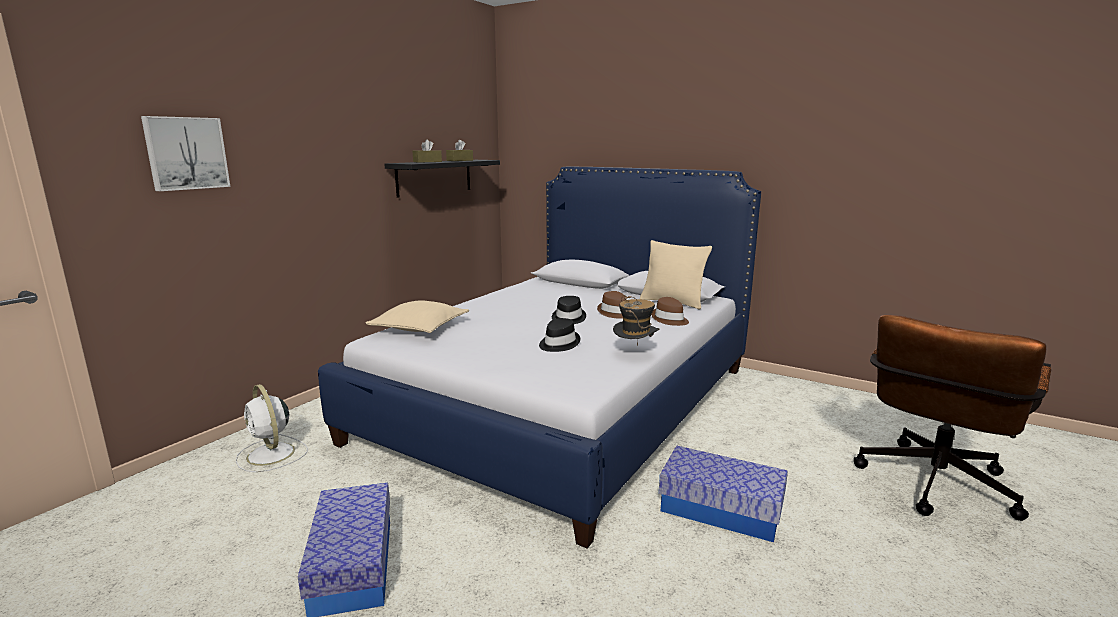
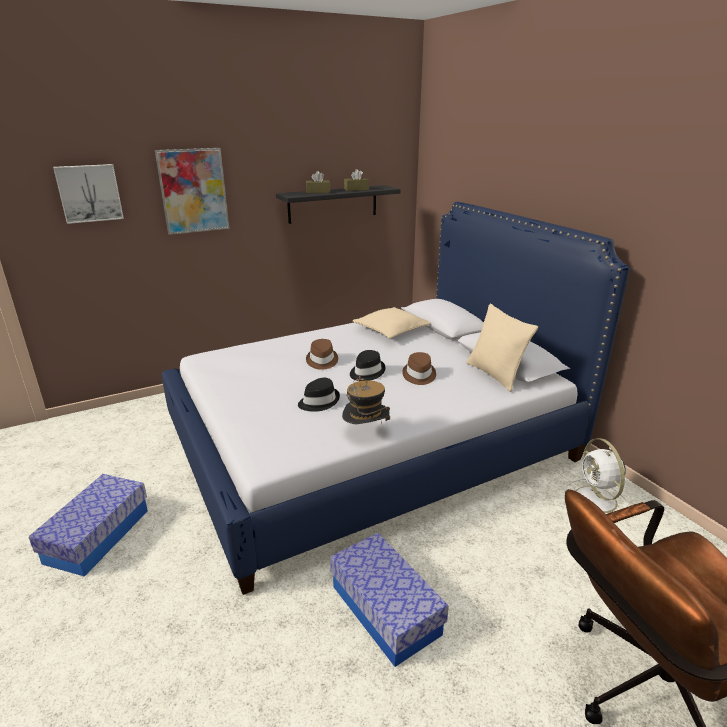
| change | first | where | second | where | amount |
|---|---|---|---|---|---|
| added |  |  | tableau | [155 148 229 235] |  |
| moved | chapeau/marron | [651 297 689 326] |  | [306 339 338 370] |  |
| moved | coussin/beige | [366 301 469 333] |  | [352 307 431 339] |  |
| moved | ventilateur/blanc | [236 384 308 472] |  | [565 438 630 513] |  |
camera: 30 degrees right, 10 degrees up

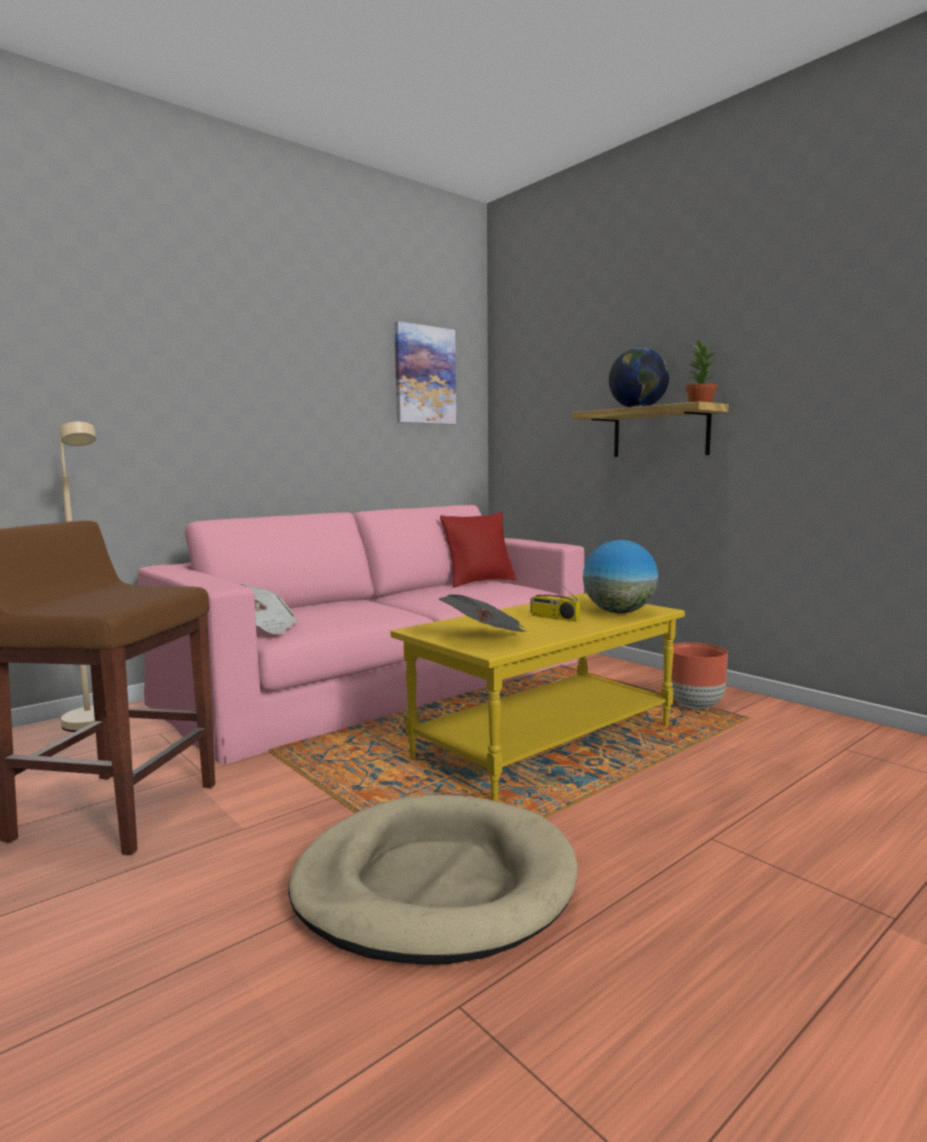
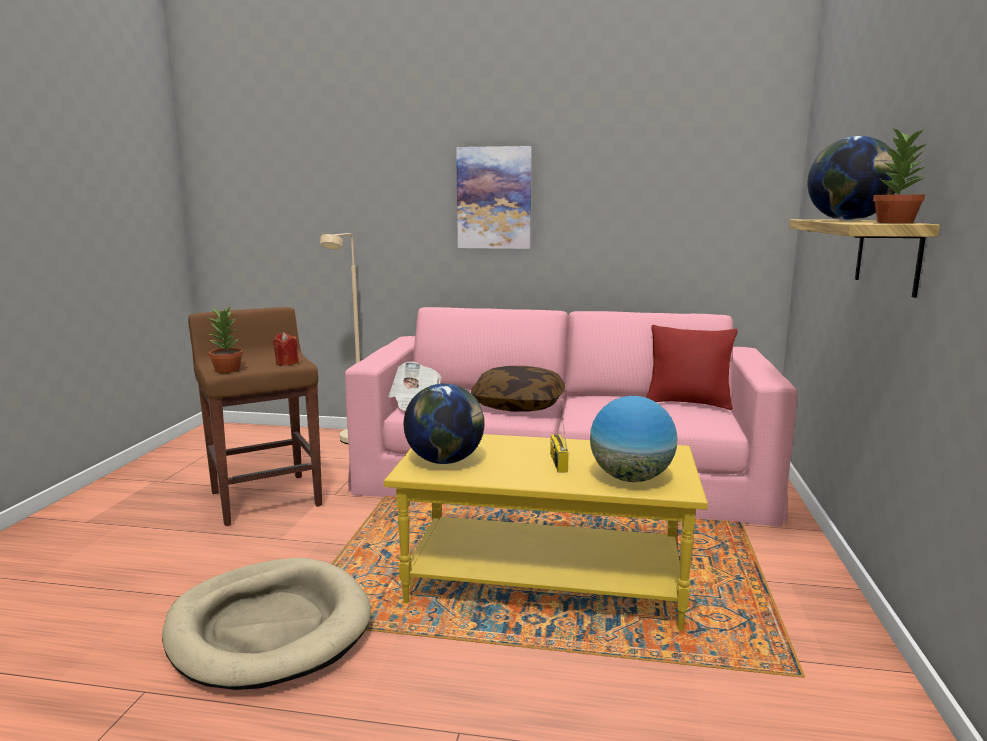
| change | first | where | second | where | amount |
|---|---|---|---|---|---|
| added |  |  | plante en pot | [208 305 243 373] |  |
| added |  |  | bougie/rouge | [273 332 299 366] |  |
| replaced | journal | [439 594 525 632] | globe | [404 383 484 464] |  |
| moved | tableau | [395 321 456 425] |  | [456 146 532 249] |  |
| added |  |  | coussin | [471 366 565 412] |  |
| removed | cache-pot/marron | [671 642 728 709] |  |  |  |
camera: 50 degrees right, 5 degrees up

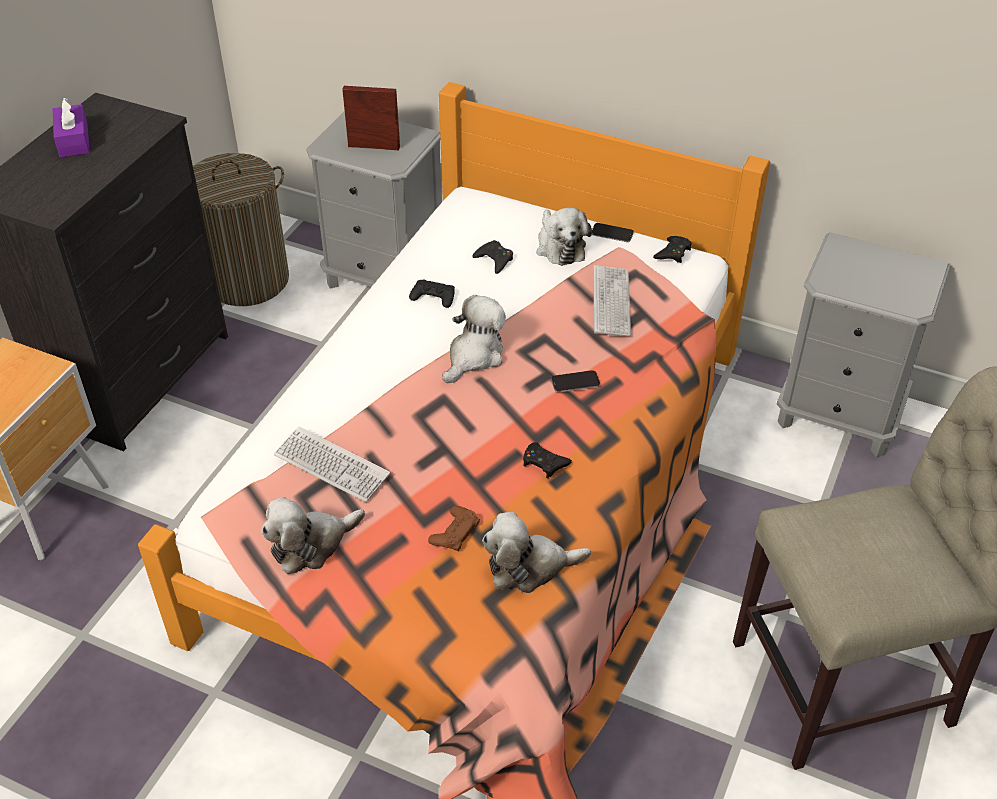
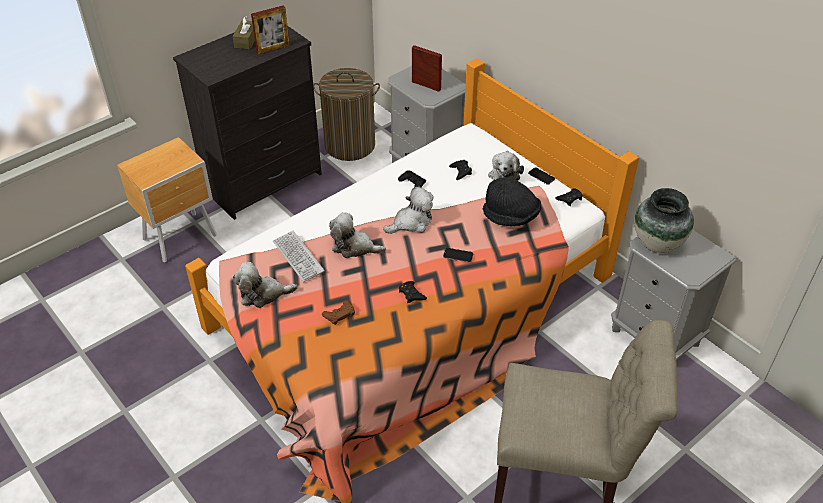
| change | first | where | second | where | amount |
|---|---|---|---|---|---|
| recoloured | boîte à mouchoirs/violet | [53 98 90 158] | boîte à mouchoirs/marron | [233 16 255 49] |  |
| added |  |  | cadre photo | [251 5 290 55] |  |
| moved | peluche | [482 512 591 593] |  | [329 212 386 258] |  |
| replaced | clavier | [593 265 631 336] | chapeau/noir | [483 177 541 226] |  |
| added |  |  | vase | [634 188 694 253] |  |
camera: 25 degrees right, 0 degrees up

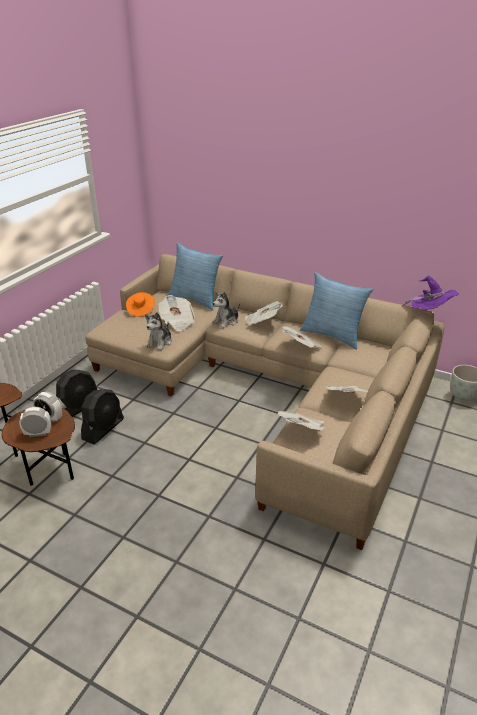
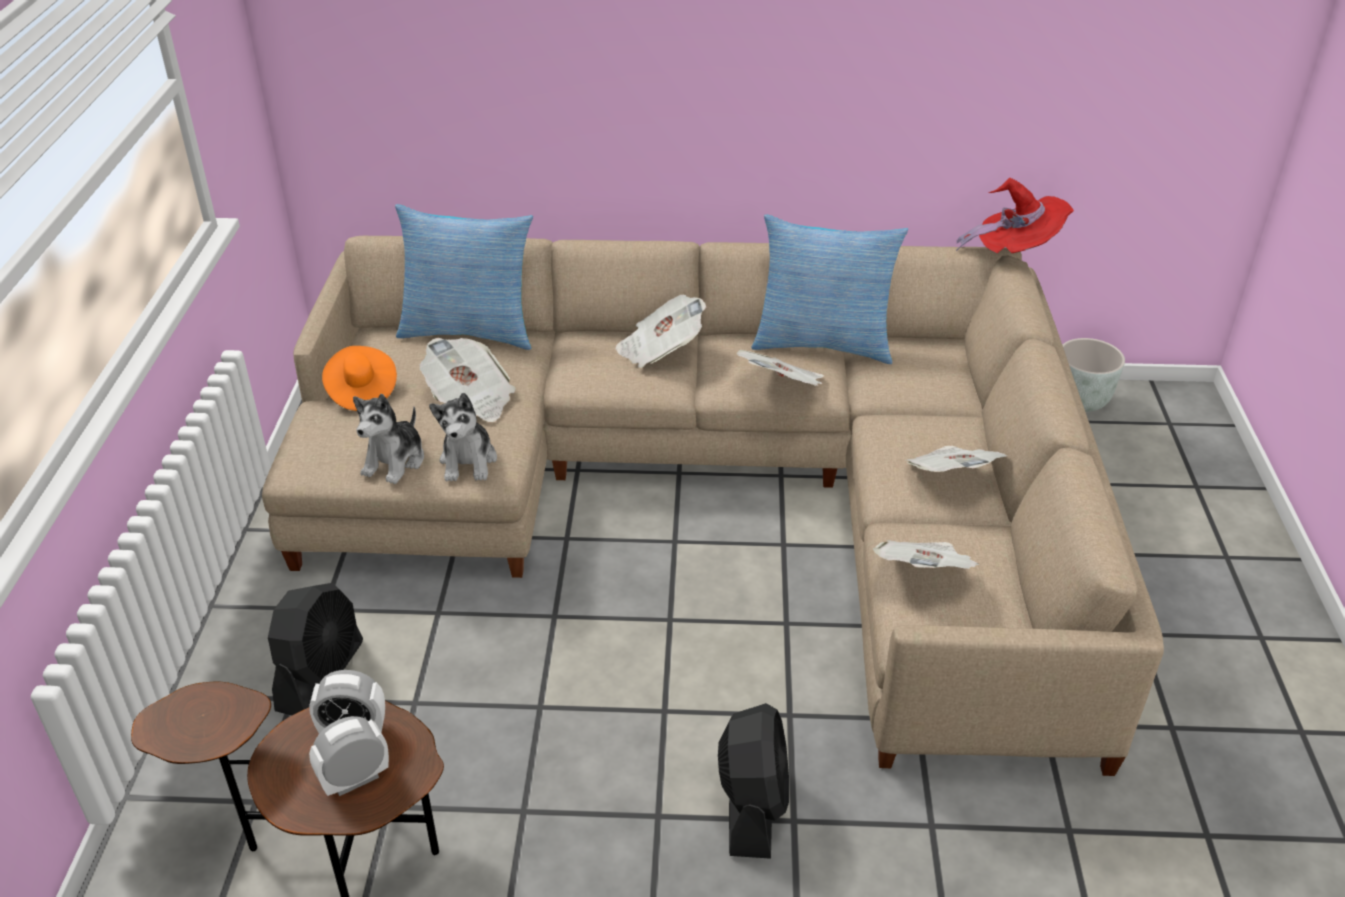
| change | first | where | second | where | amount |
|---|---|---|---|---|---|
| moved | peluche | [212 292 240 328] |  | [353 394 424 484] |  |
| moved | ventilateur/noir | [81 389 124 444] |  | [718 703 789 859] |  |
| recoloured | chapeau/violet | [403 275 459 310] | chapeau/rouge | [956 178 1074 254] |  |
camera: 25 degrees left, 5 degrees up

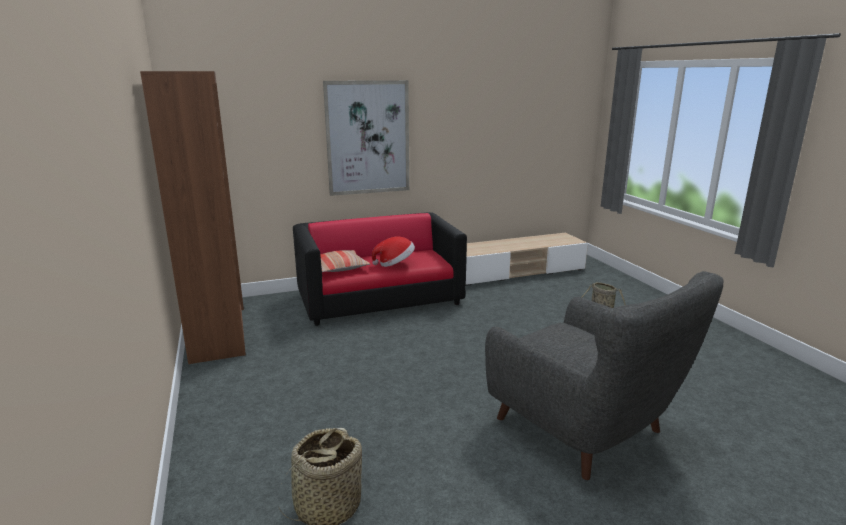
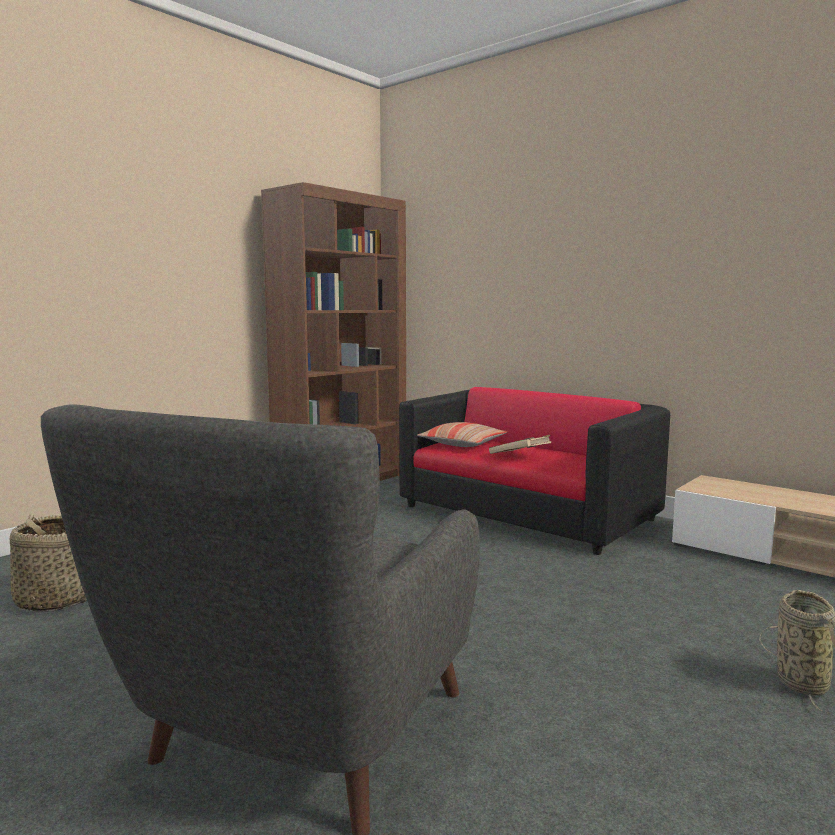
| change | first | where | second | where | amount |
|---|---|---|---|---|---|
| replaced | chapeau | [372 236 415 267] | livre/beige | [489 435 551 454] |  |
| removed | tableau | [323 80 409 196] |  |  |  |
camera: 60 degrees right, 10 degrees down

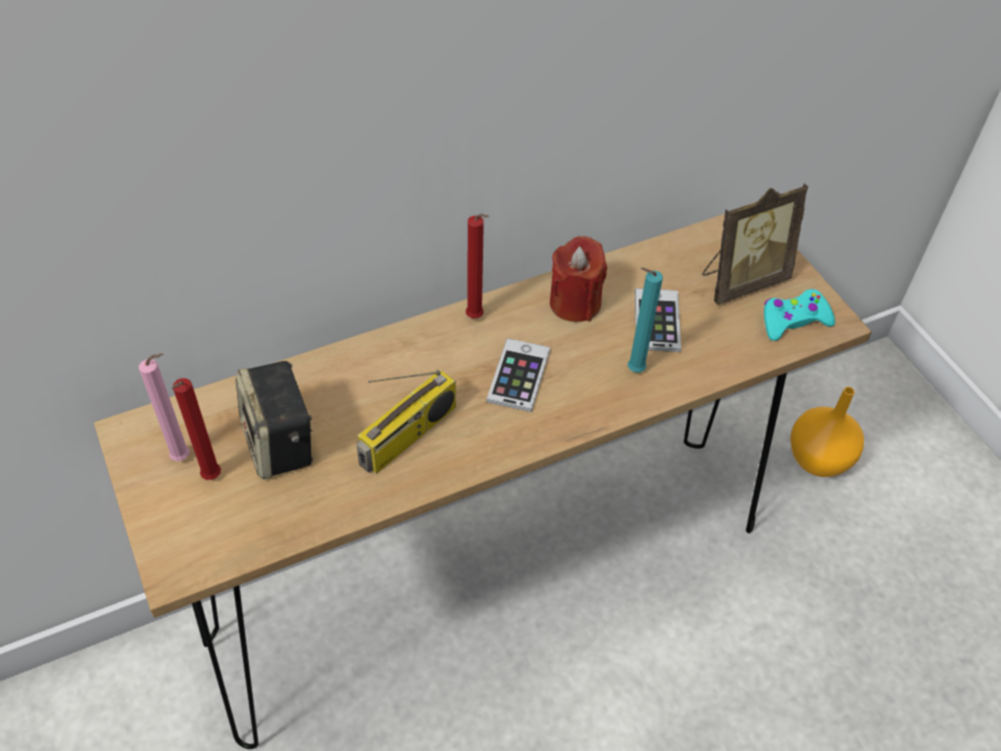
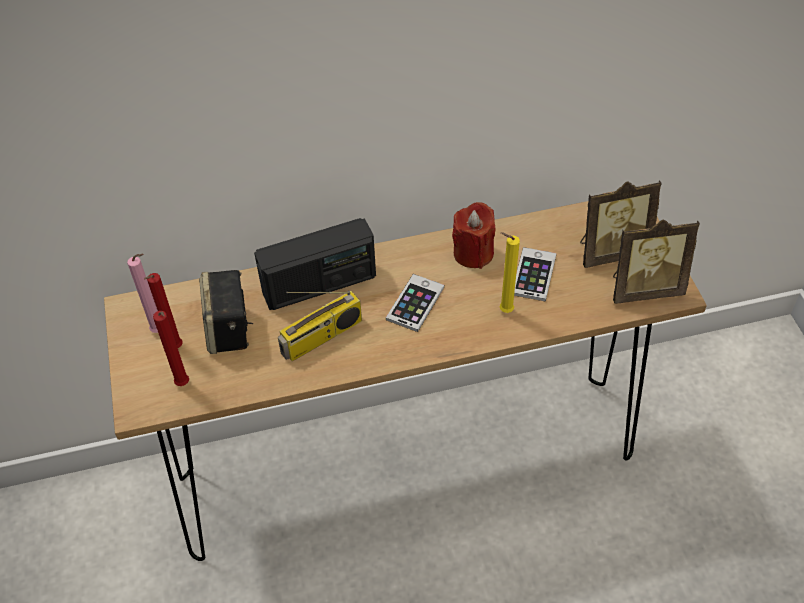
| change | first | where | second | where | amount |
|---|---|---|---|---|---|
| moved | bougie/rouge | [466 214 489 318] |  | [153 311 189 386] |  |
| added |  |  | radio | [254 218 376 310] |  |
| recoloured | bougie/turquoise | [628 267 663 372] | bougie/jaune | [500 232 520 313] |  |
| replaced | manette/turquoise | [764 289 835 341] | cadre photo | [613 219 700 304] |  |
| removed | vase/orange | [790 387 864 477] |  |  |  |
camera: 15 degrees right, 0 degrees up

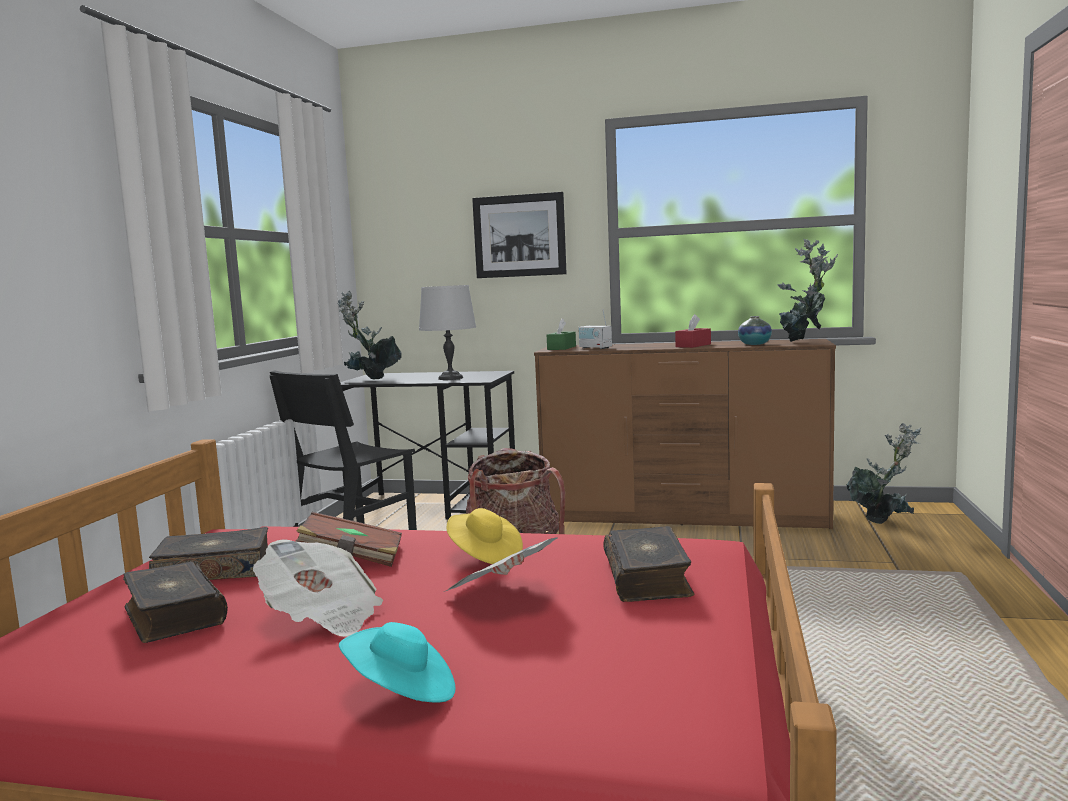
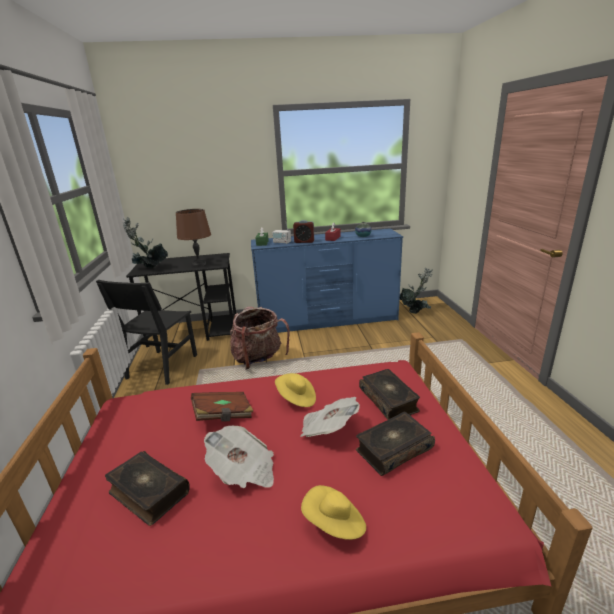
| change | first | where | second | where | amount |
|---|---|---|---|---|---|
| recoloured | lampe de table/gris | [419 285 476 380] | lampe de table/marron | [176 209 211 266] |  |
| recoloured | commode/marron | [534 339 836 529] | commode/bleu | [251 228 403 333] |  |
| added |  |  | réveil | [293 220 314 243] |  |
| recoloured | chapeau/turquoise | [339 622 455 703] | chapeau/jaune | [301 485 366 540] |  |
| moved | livre | [149 527 268 580] |  | [356 412 435 476] |  |
| removed | tableau | [472 192 567 278] |  |  |  |
| removed | plante en pot | [777 238 838 342] |  |  |  |
camera: 20 degrees left, 15 degrees up

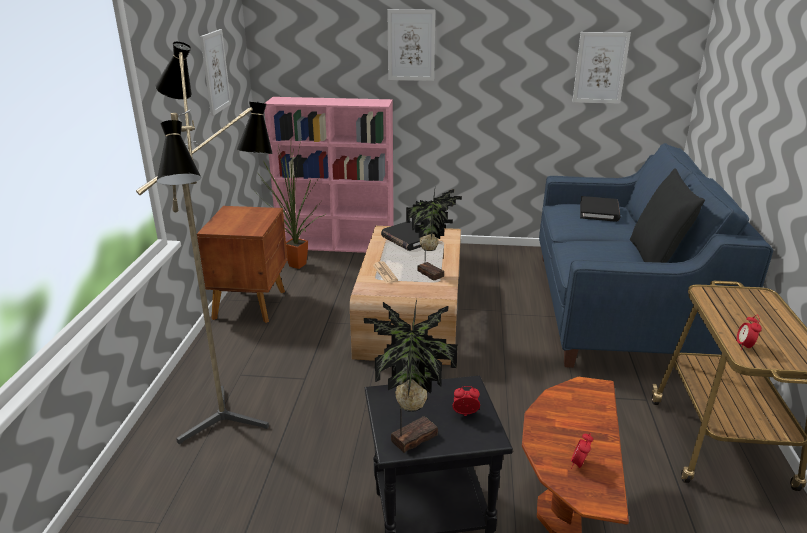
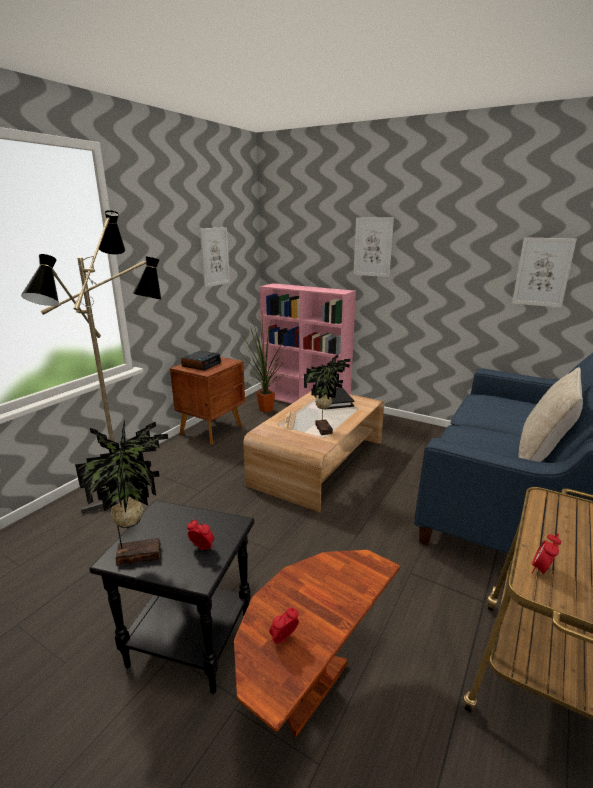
| change | first | where | second | where | amount |
|---|---|---|---|---|---|
| added |  |  | réveil | [181 351 221 371] |  |
| recoloured | coussin/noir | [630 168 705 263] | coussin/beige | [518 367 583 462] |  |
| removed | livre/noir | [580 196 620 222] |  |  |  |
camera: 25 degrees right, 5 degrees down

